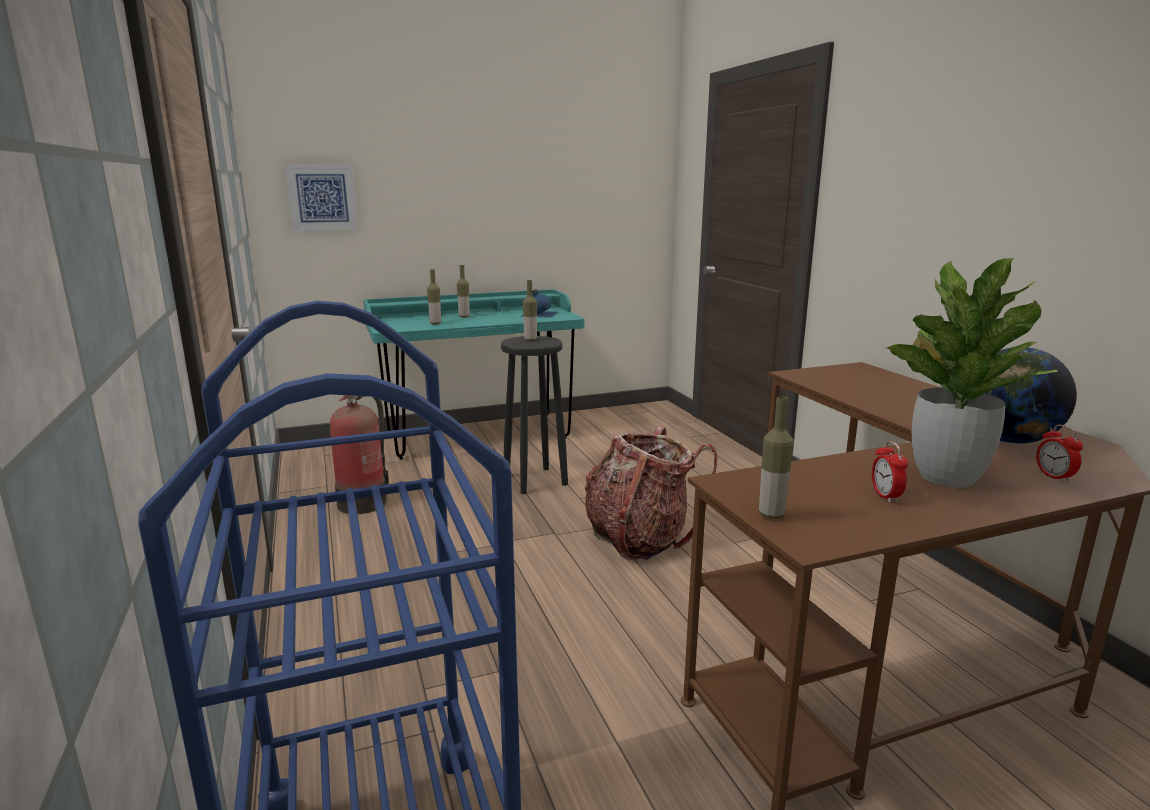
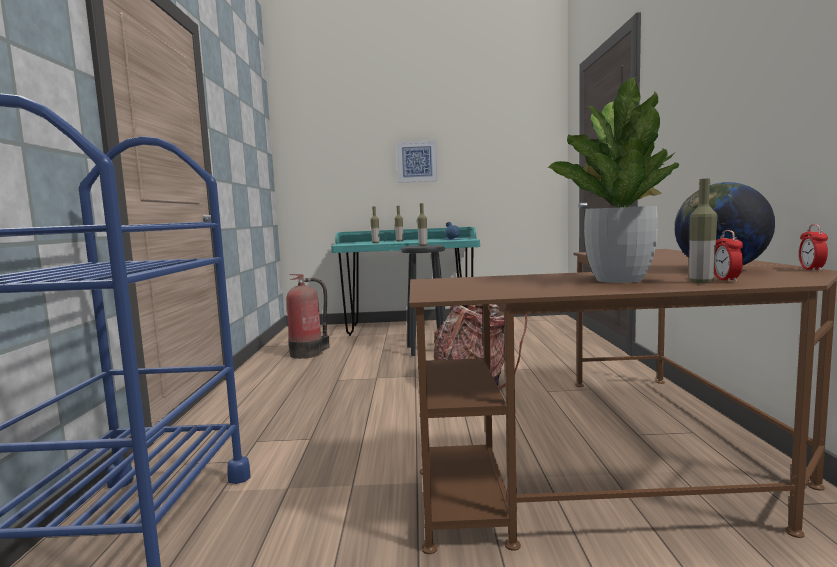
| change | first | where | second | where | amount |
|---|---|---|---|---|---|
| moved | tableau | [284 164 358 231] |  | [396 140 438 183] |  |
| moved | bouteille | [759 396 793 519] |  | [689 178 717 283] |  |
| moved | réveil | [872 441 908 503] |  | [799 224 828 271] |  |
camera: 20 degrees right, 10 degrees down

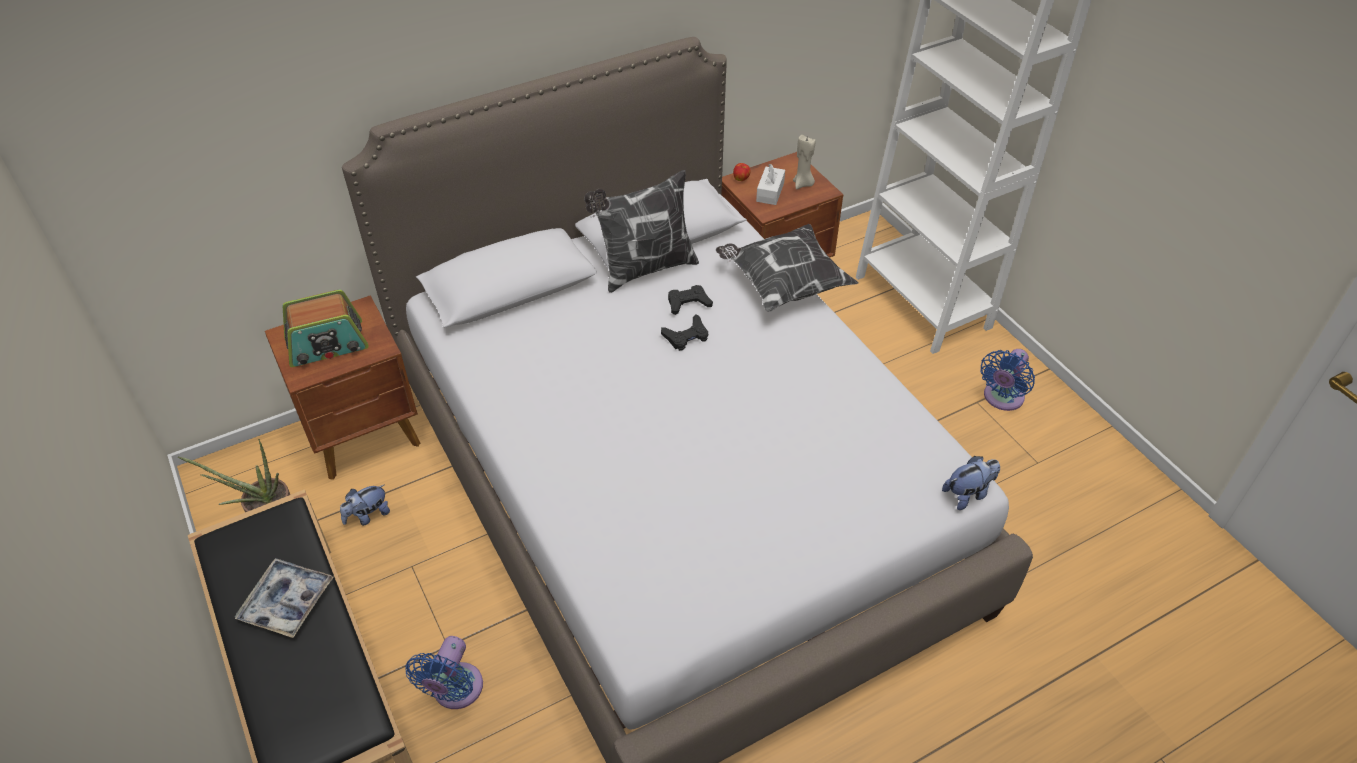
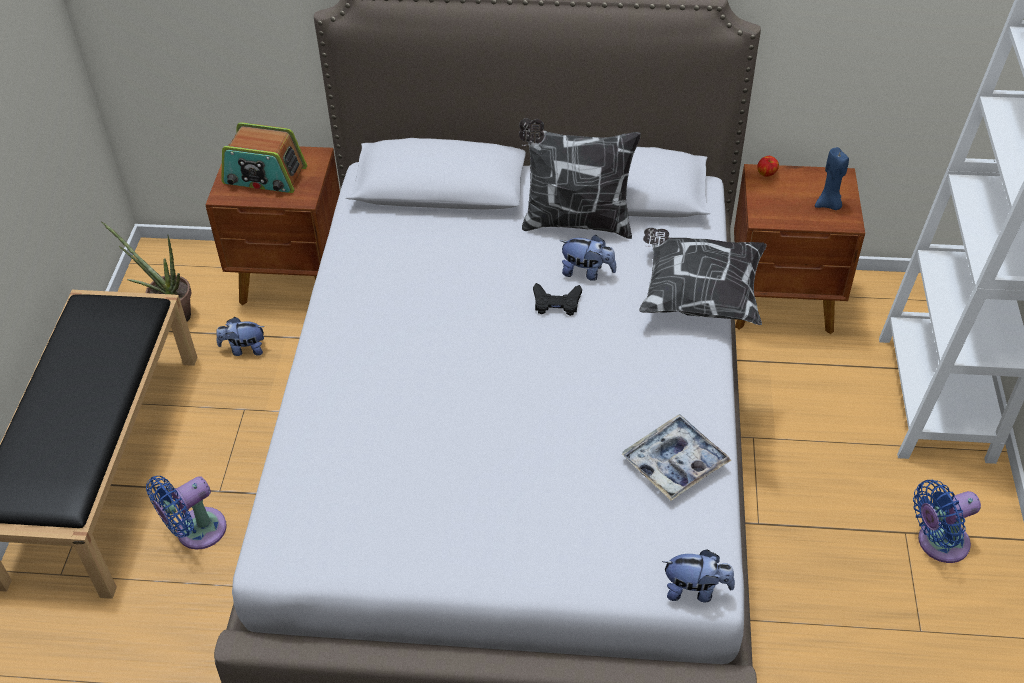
| change | first | where | second | where | amount |
|---|---|---|---|---|---|
| replaced | manette/noir | [668 285 713 315] | peluche | [560 235 616 281] |  |
| moved | plateau | [235 558 334 638] |  | [622 414 732 501] |  |
| recoloured | bougie/beige | [793 135 816 189] | bougie/bleu | [815 147 849 210] |  |
| removed | boîte à mouchoirs/blanc | [756 164 785 205] |  |  |  |
camera: 35 degrees right, 0 degrees up

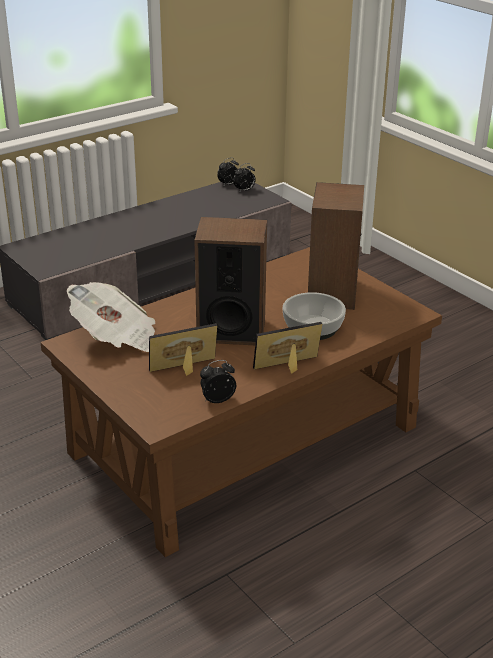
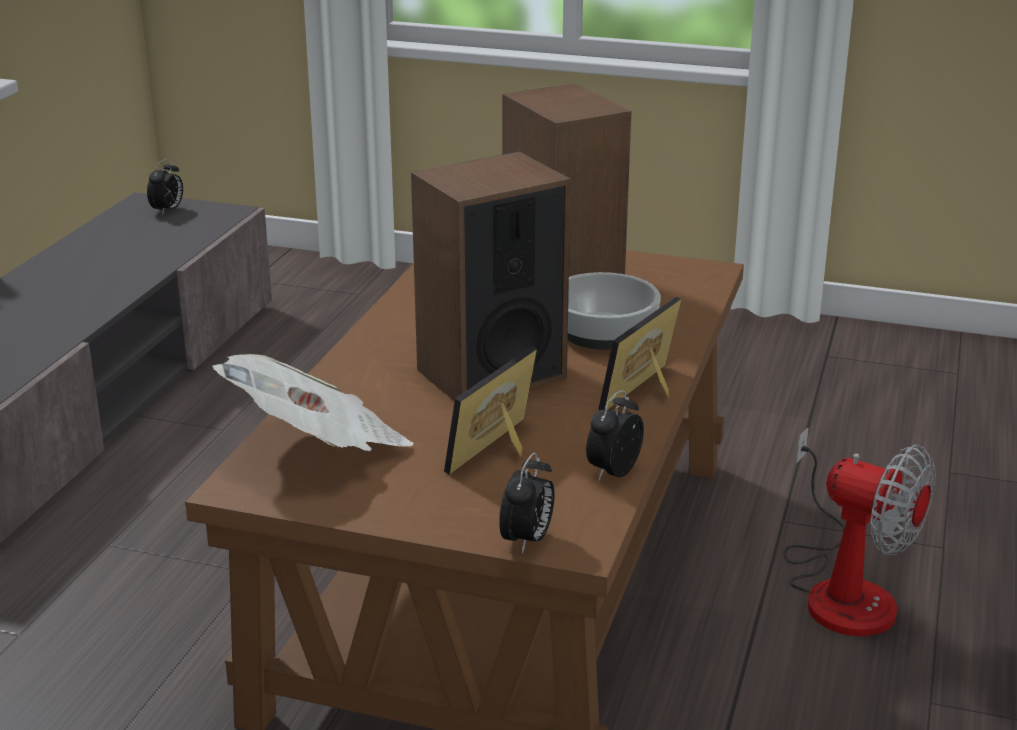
| change | first | where | second | where | amount |
|---|---|---|---|---|---|
| moved | réveil | [217 158 239 187] |  | [499 452 554 554] |  |
| added |  |  | ventilateur | [783 428 936 636] |  |
camera: 35 degrees left, 5 degrees down

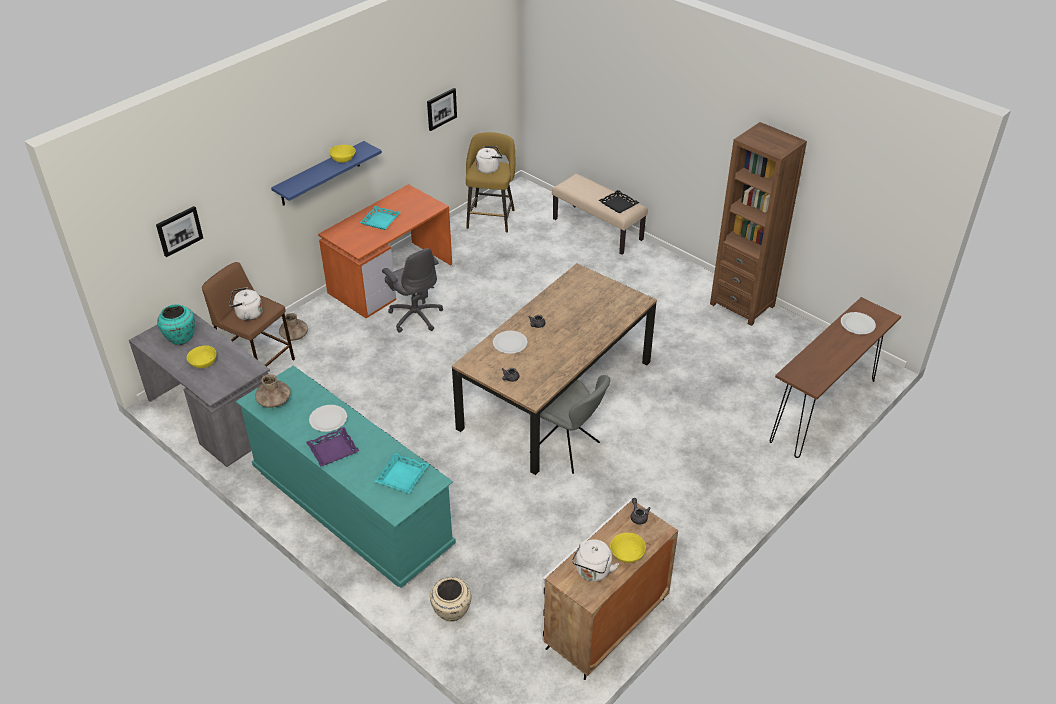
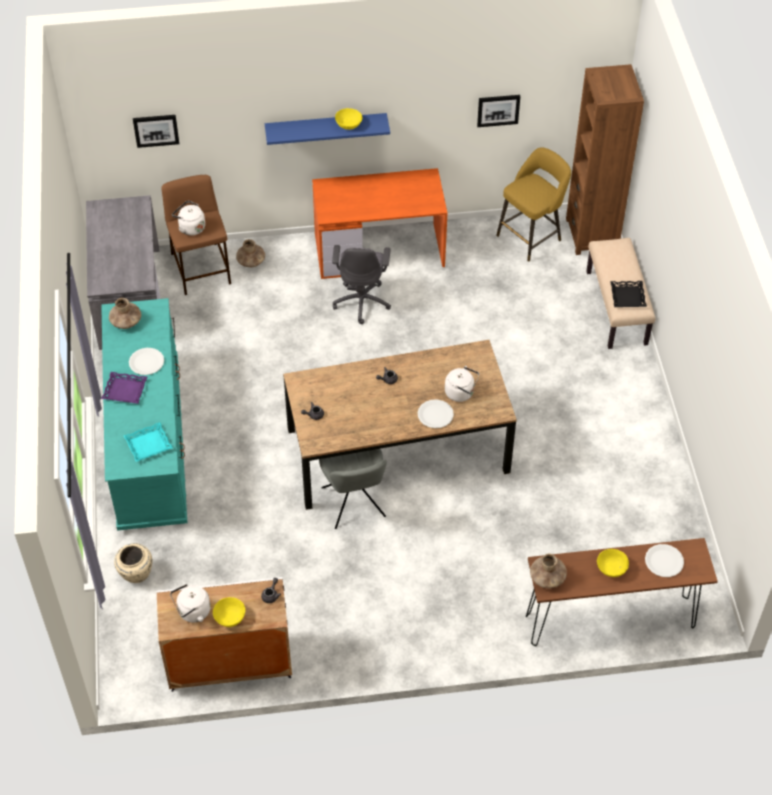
| change | first | where | second | where | amount |
|---|---|---|---|---|---|
| moved | assiette/blanc | [493 330 528 354] |  | [418 399 454 428] |  |
| moved | bouilloire/blanc | [476 146 503 174] |  | [445 366 479 402] |  |
| added |  |  | vase/marron | [530 554 567 588] |  |
| moved | bibliothèque/marron | [710 122 807 326] |  | [566 64 644 255] |  |
| moved | bol/jaune | [187 345 216 368] |  | [597 549 629 577] |  |
| removed | vase/turquoise | [157 304 195 345] |  |  |  |
| removed | plateau/turquoise | [359 206 401 230] |  |  |  |
camera: 40 degrees right, 10 degrees up

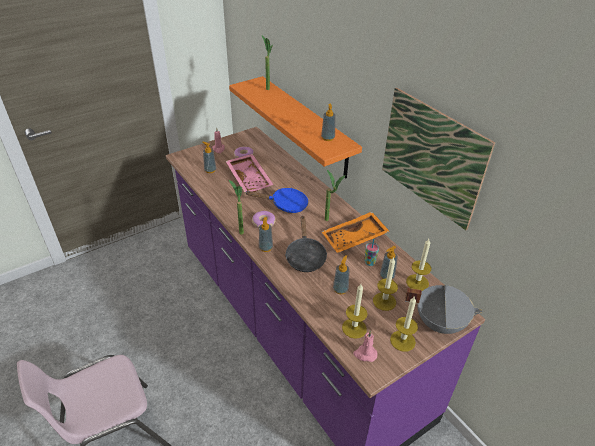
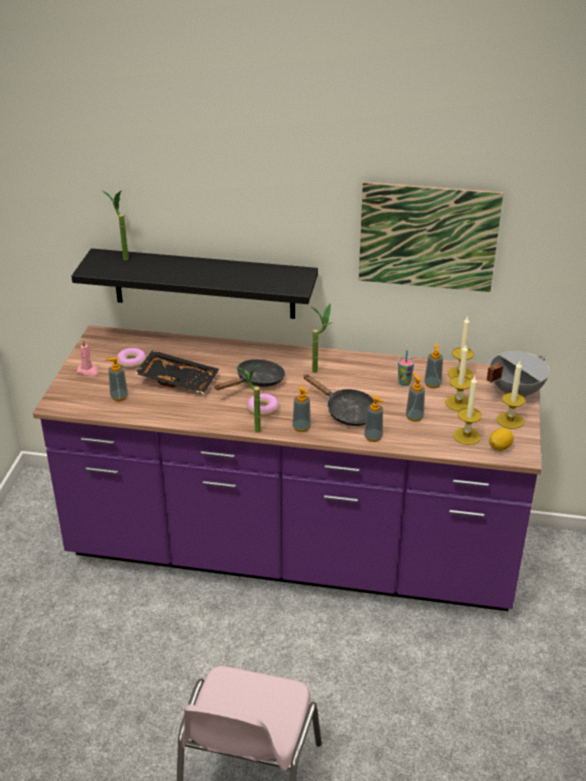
| change | first | where | second | where | amount |
|---|---|---|---|---|---|
| recoloured | étagère/orange | [229 76 362 178] | étagère/noir | [71 248 318 319] |  |
| recoloured | plateau/rose | [226 154 274 194] | plateau/noir | [135 350 219 394] |  |
| recoloured | poêle/bleu | [246 188 308 213] | poêle/noir | [214 359 285 390] |  |
| moved | distributeur de savon | [321 104 336 141] |  | [364 395 384 442] |  |
| replaced | bougie/rose | [353 330 377 362] | citron | [489 428 514 451] |  |
| removed | plateau/orange | [322 212 390 253] |  |  |  |
camera: 45 degrees left, 5 degrees down

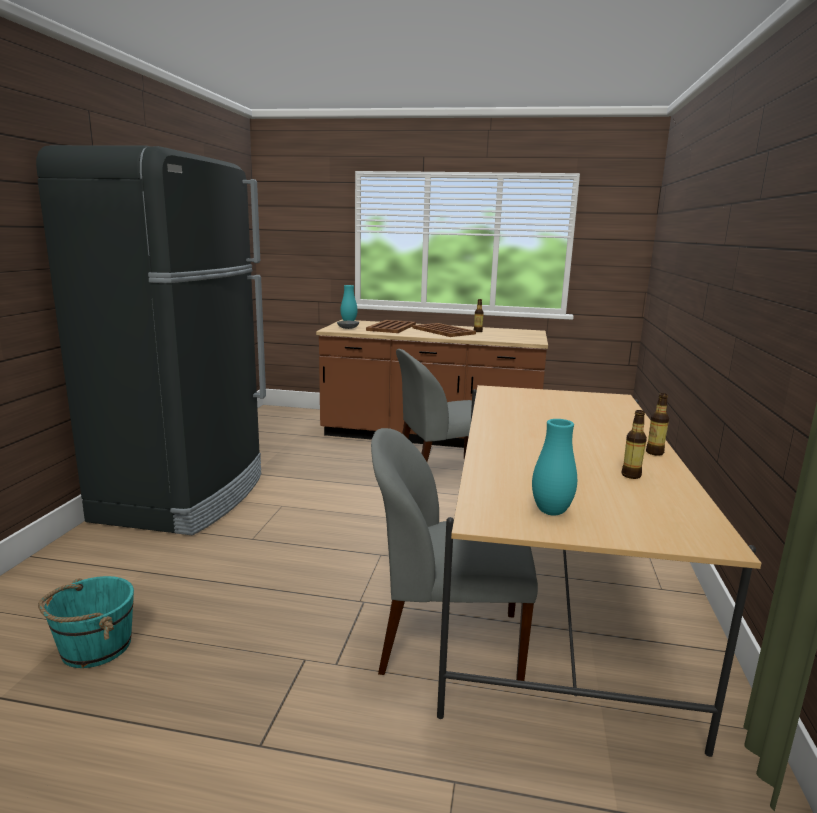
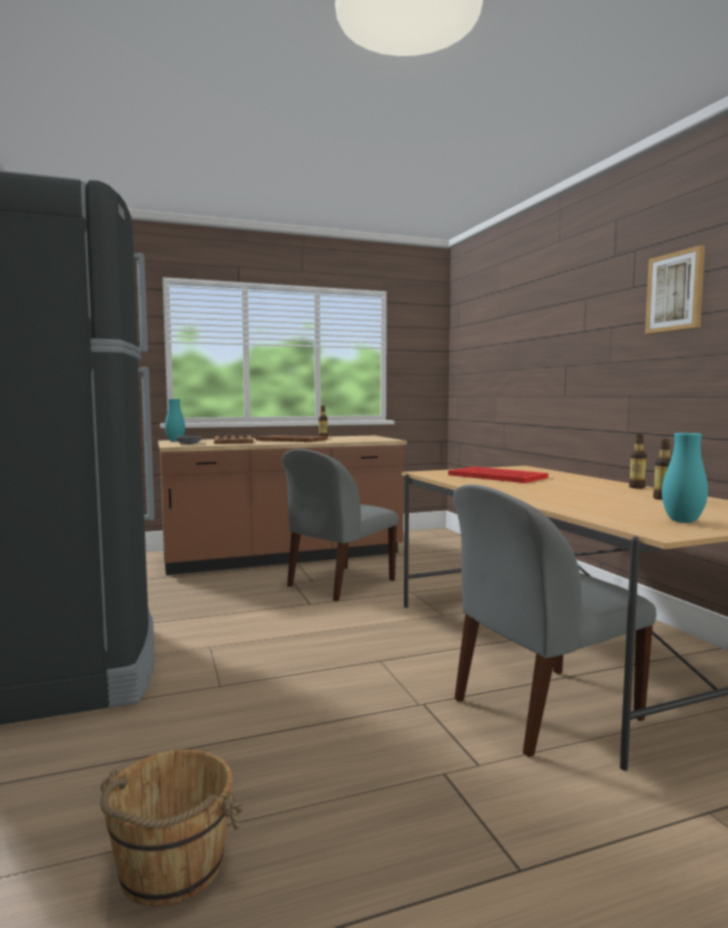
| change | first | where | second | where | amount |
|---|---|---|---|---|---|
| recoloured | seau/turquoise | [38 576 134 668] | seau/marron | [100 749 243 907] |  |
| added |  |  | plateau/rouge | [448 467 548 483] |  |
| added |  |  | tableau | [645 245 705 334] |  |
camera: 30 degrees left, 10 degrees down

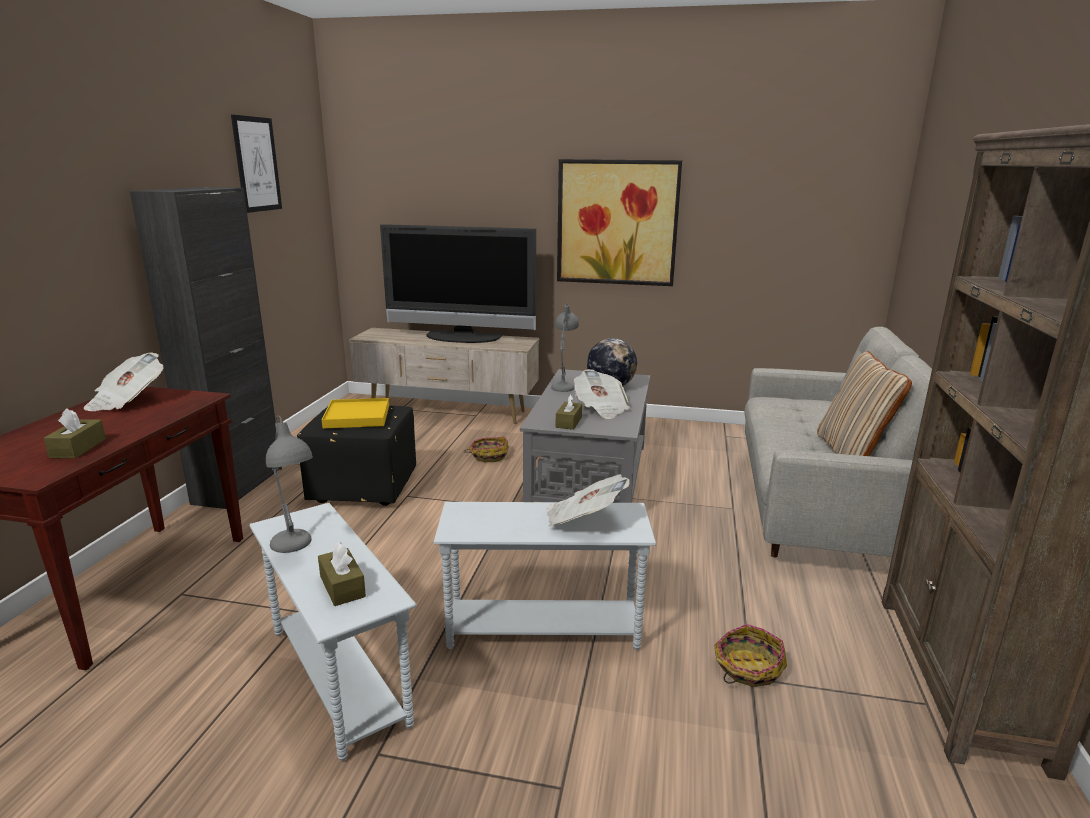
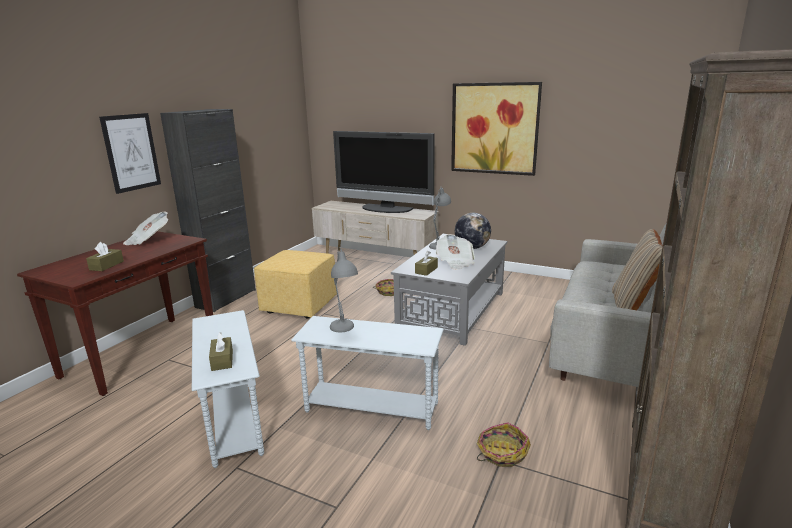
| change | first | where | second | where | amount |
|---|---|---|---|---|---|
| moved | tableau | [231 115 282 213] |  | [99 113 161 194] |  |
| recoloured | pouf/noir | [297 406 416 506] | pouf/jaune | [254 250 337 319] |  |
| moved | lampe de table/gris | [266 416 313 553] |  | [330 247 358 332] |  |
| removed | plateau/jaune | [322 398 389 428] |  |  |  |
| removed | journal | [547 474 630 527] |  |  |  |
camera: 15 degrees right, 0 degrees up

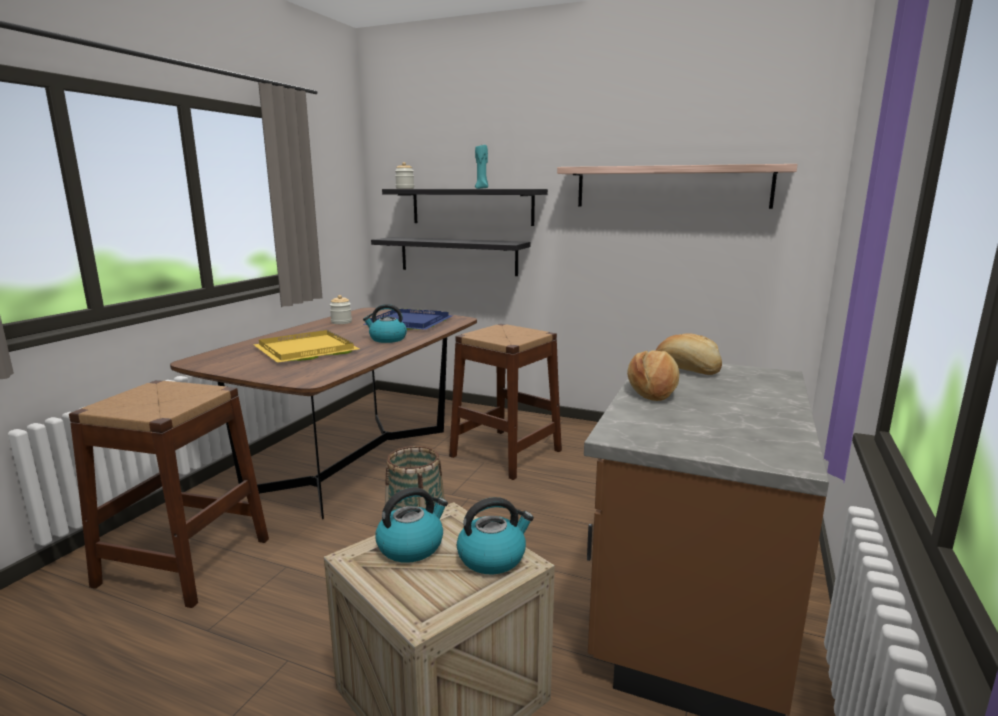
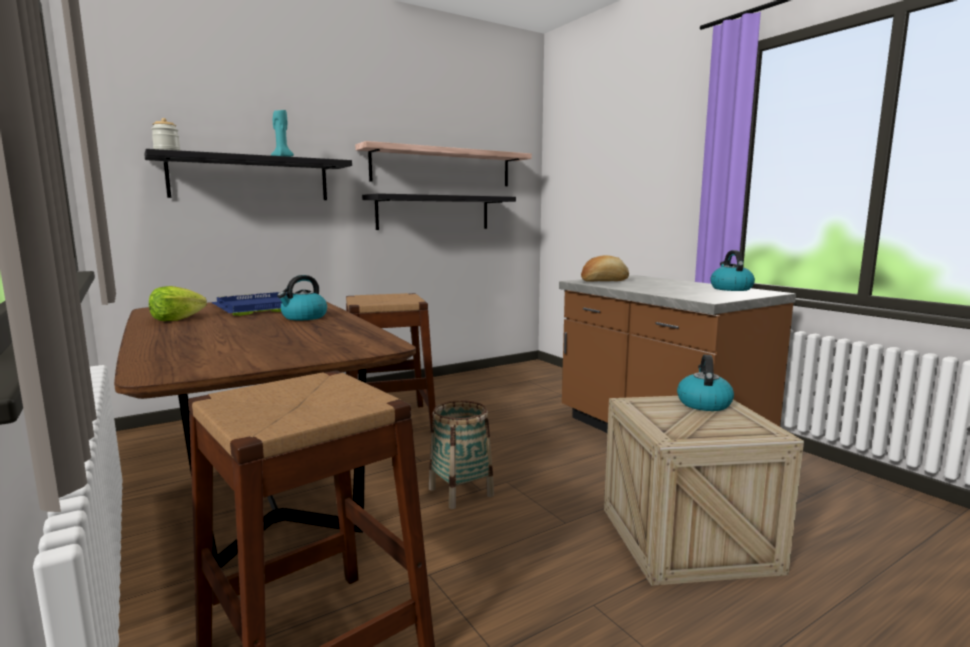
| change | first | where | second | where | amount |
|---|---|---|---|---|---|
| replaced | bocal | [330 295 352 324] | laitue | [149 286 207 321] |  |
| moved | étagère/noir | [371 237 531 276] |  | [362 193 516 230] |  |
| moved | bouilloire | [376 487 448 563] |  | [710 250 755 291] |  |
| removed | plateau/jaune | [253 330 360 363] |  |  |  |
| removed | pain | [627 350 679 401] |  |  |  |
camera: 55 degrees left, 5 degrees down

